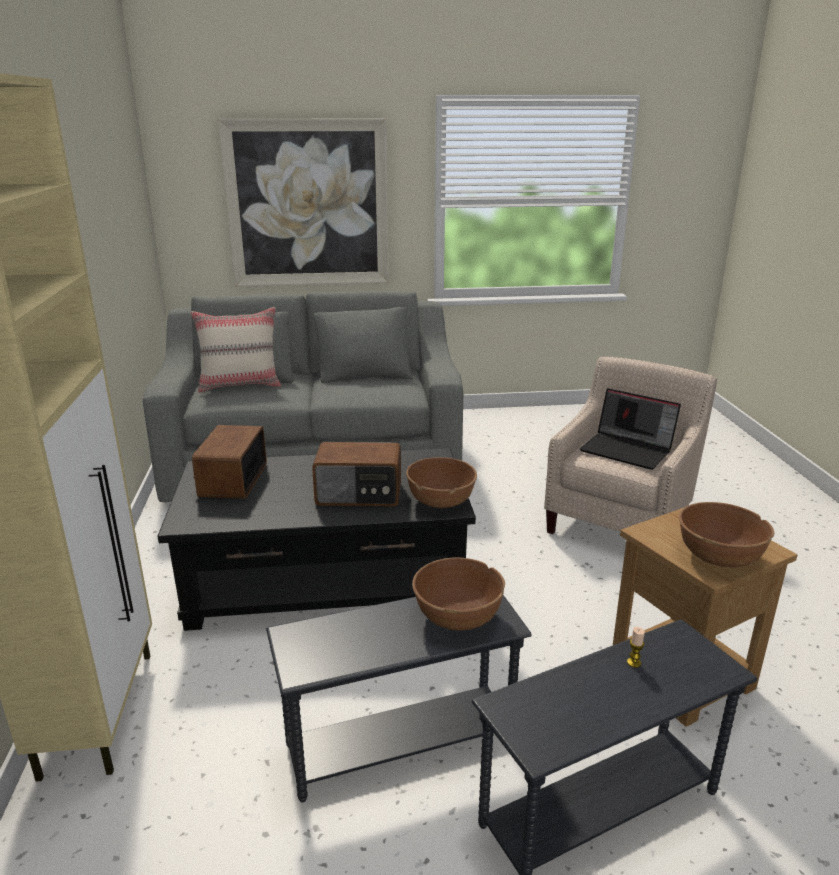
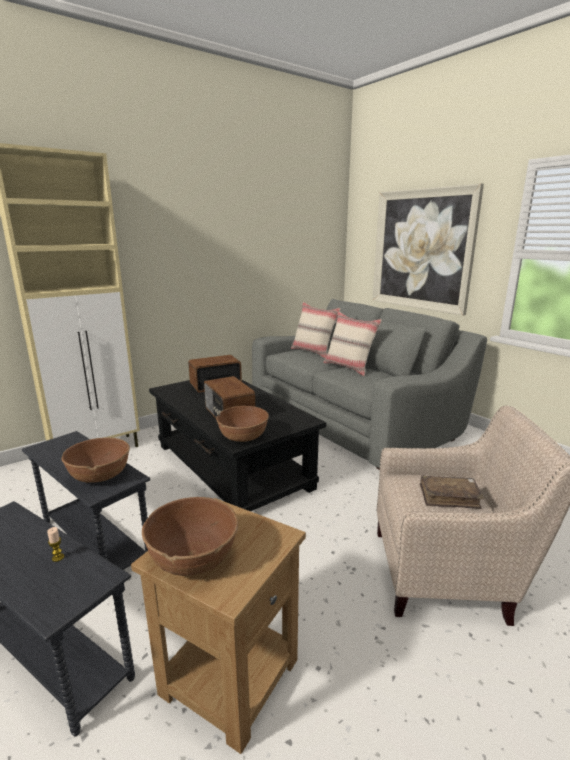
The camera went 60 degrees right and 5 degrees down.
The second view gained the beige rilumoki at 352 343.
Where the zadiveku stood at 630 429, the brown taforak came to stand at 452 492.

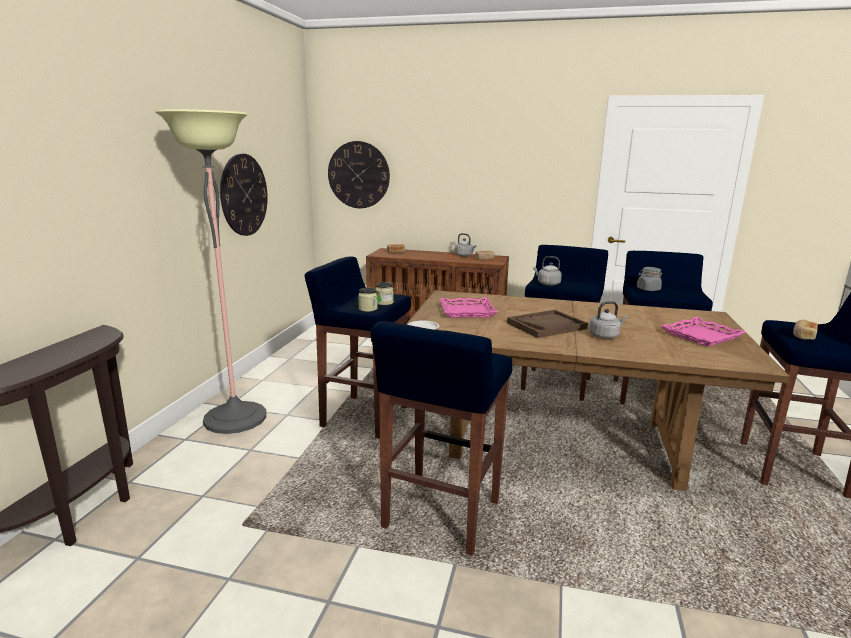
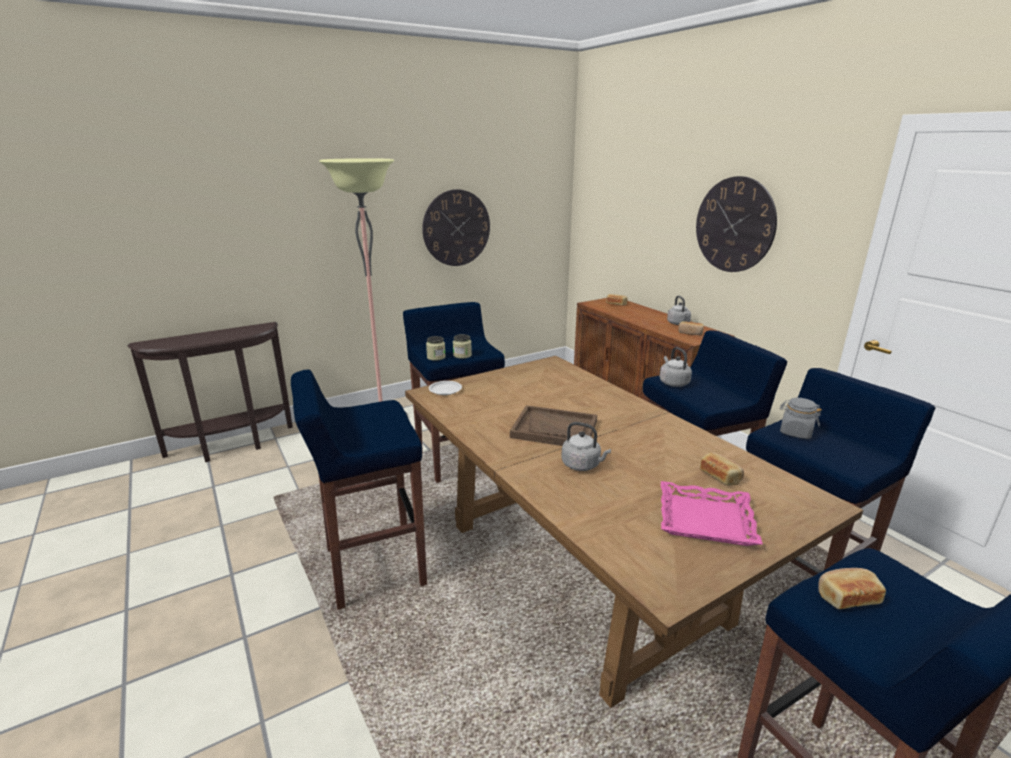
The camera went 45 degrees right and 5 degrees up.
The second view lost the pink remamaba at 468 308.
The second view gained the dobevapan at 722 469.
The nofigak ended up elsewhere, having gone from 359 174 to 736 224.

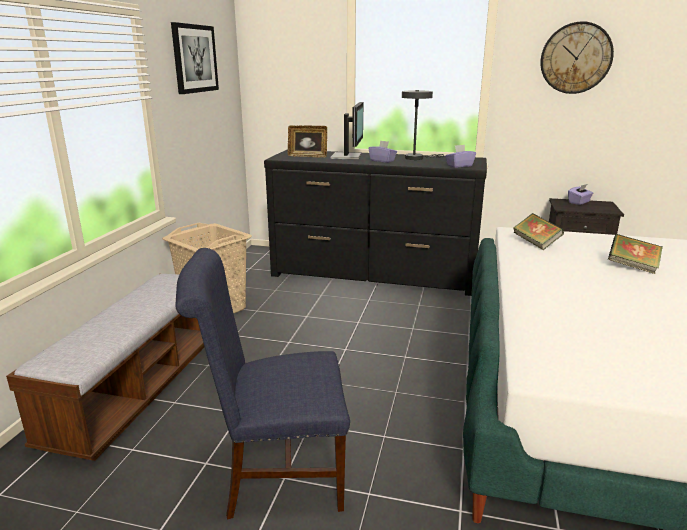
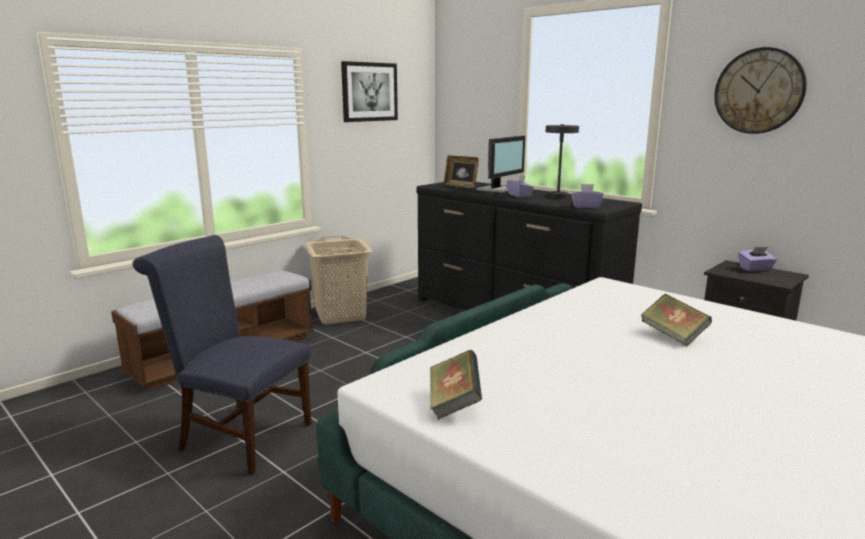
The camera went 30 degrees right and 5 degrees down.
The taforak ended up elsewhere, having gone from 538 231 to 456 384.

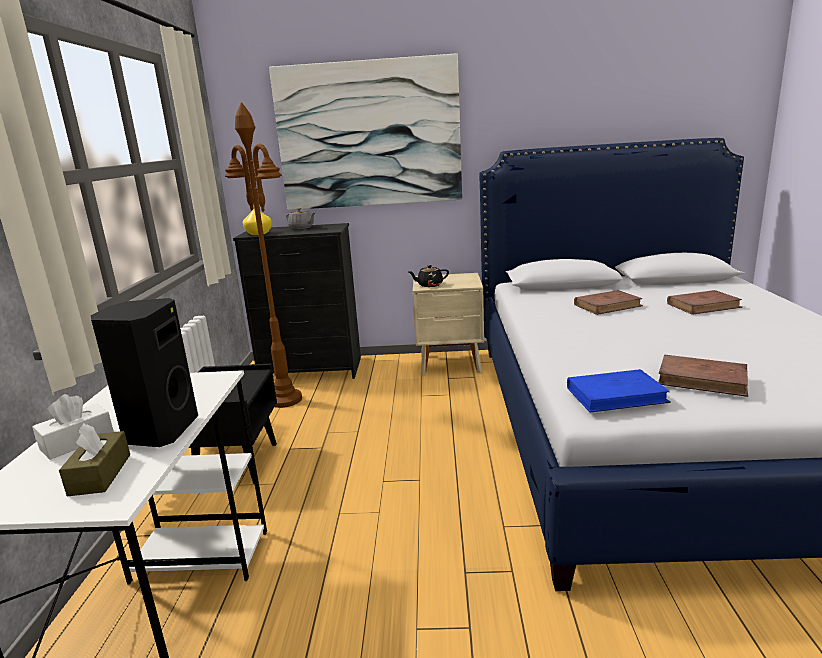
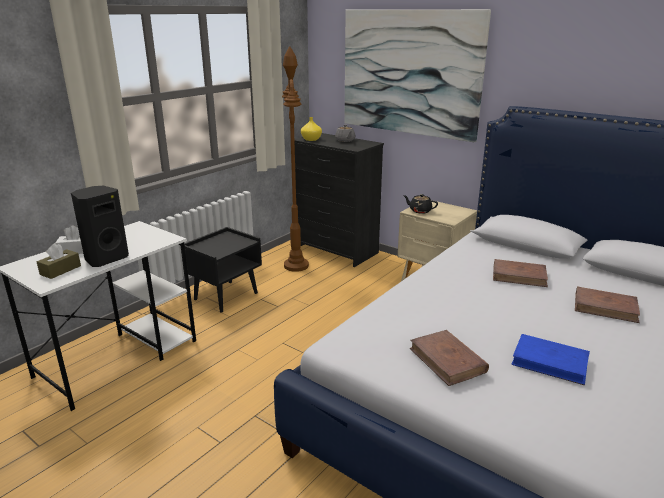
The camera went 35 degrees right and 5 degrees up.
The blue taforak ended up elsewhere, having gone from 619 391 to 550 359.

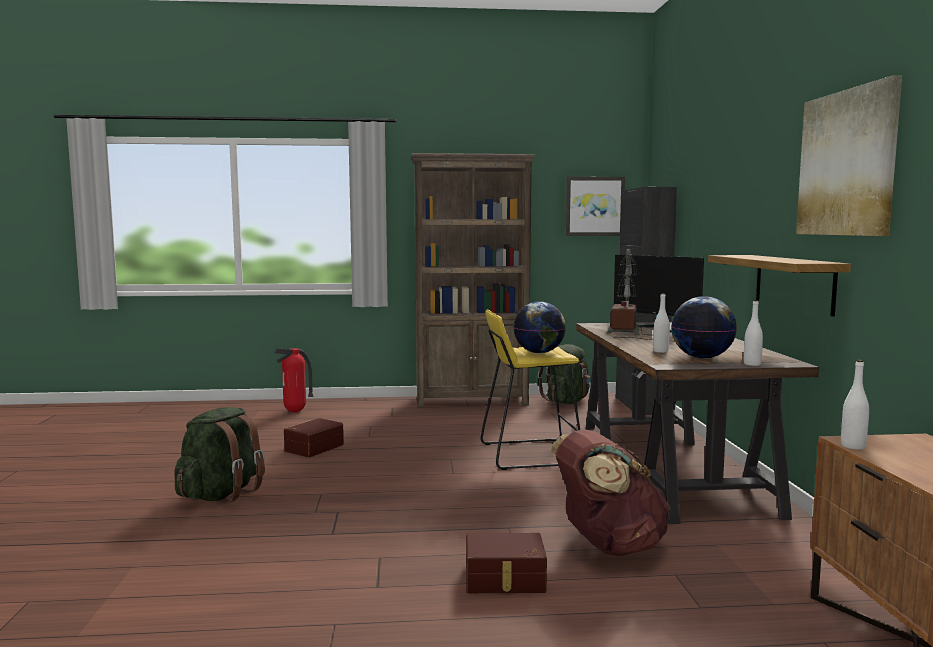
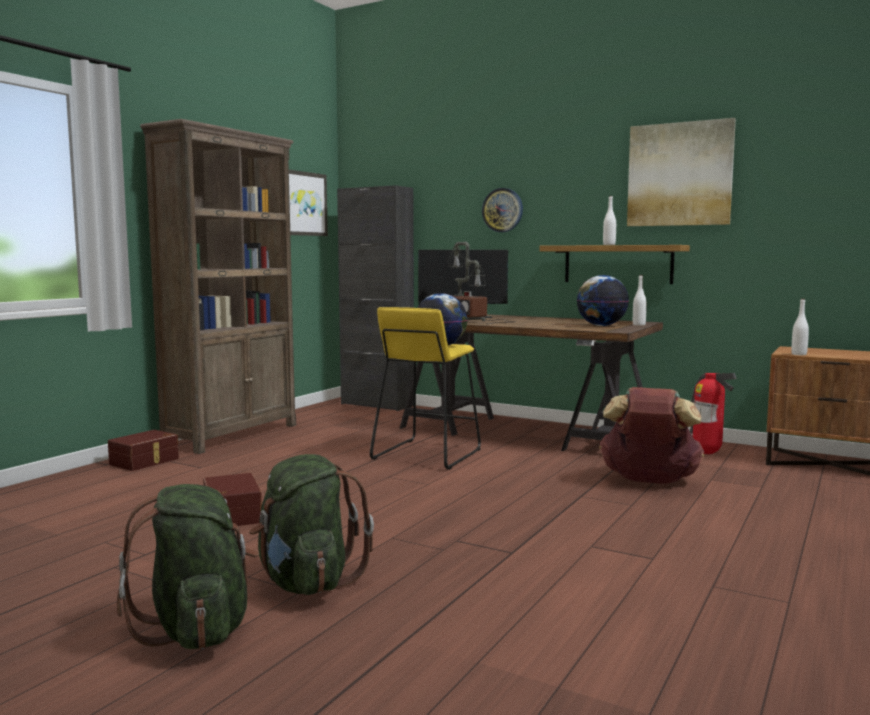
The camera went 55 degrees left and 0 degrees up.
The second view gained the nofigak at 502 210.
The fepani ended up elsewhere, having gone from 294 380 to 713 413.
The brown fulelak ended up elsewhere, having gone from 506 563 to 143 450.
The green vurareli ended up elsewhere, having gone from 563 374 to 188 566.
The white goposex ended up elsewhere, having gone from 661 323 to 609 220.

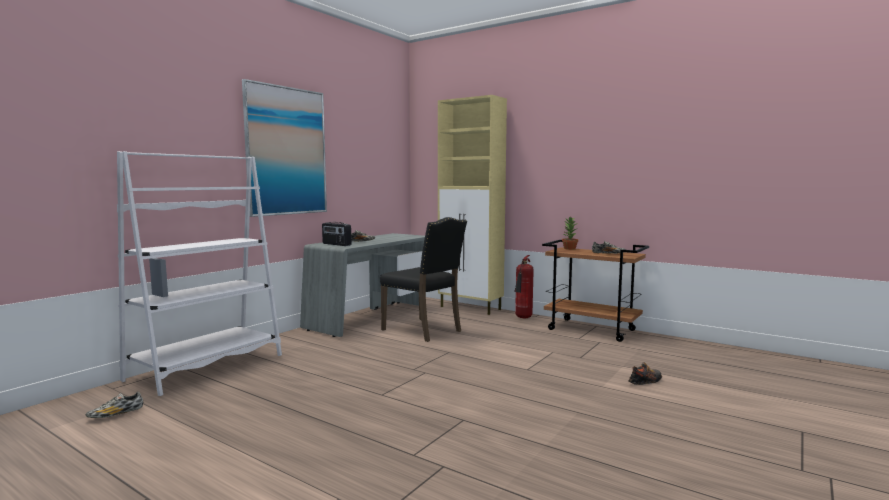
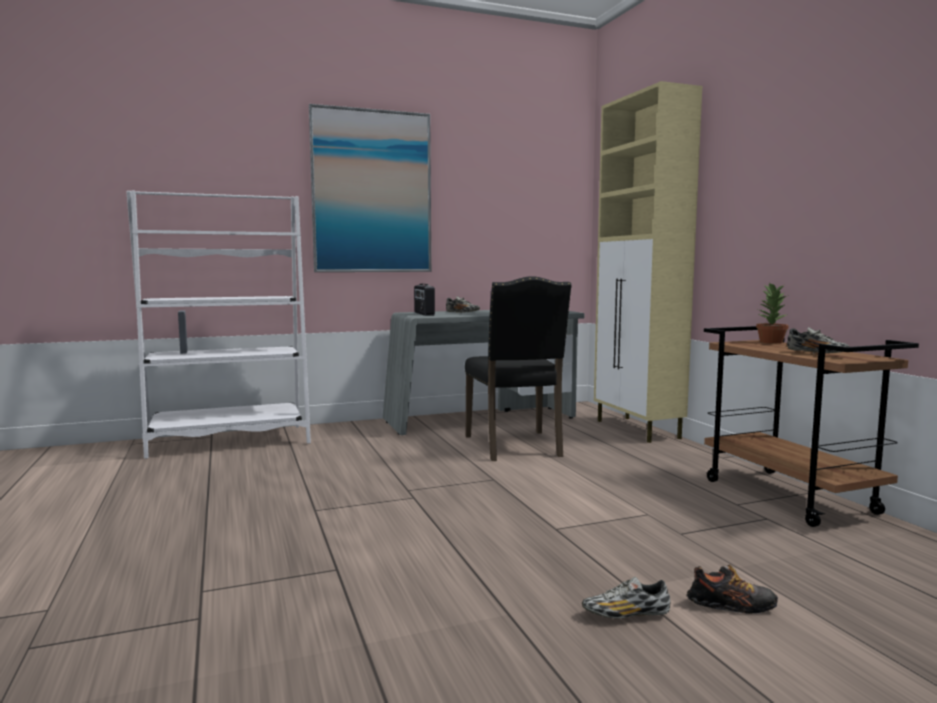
The camera went 35 degrees right and 0 degrees up.
The second view lost the fepani at 524 286.
The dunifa ended up elsewhere, having gone from 114 405 to 626 598.

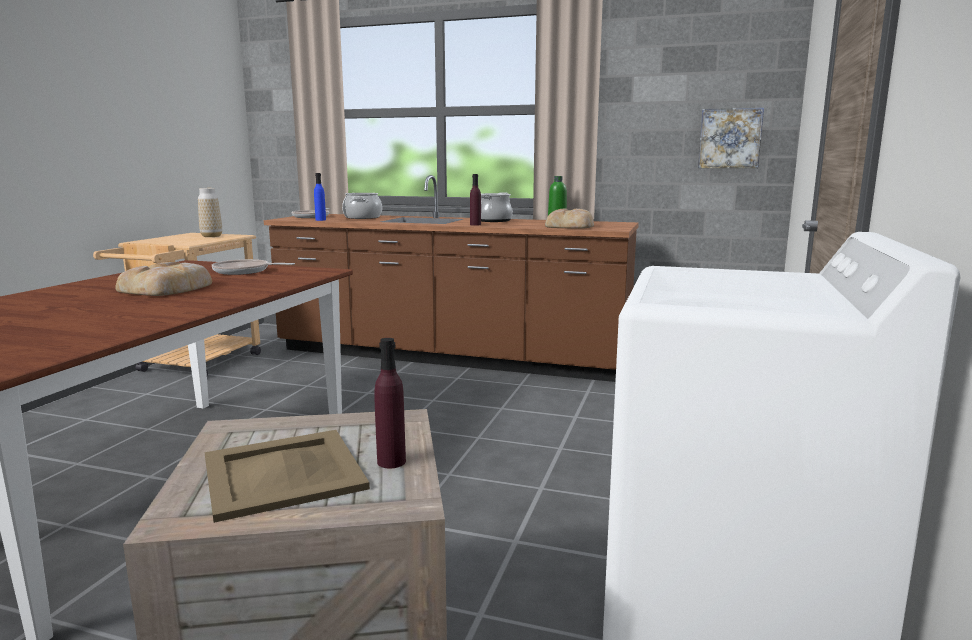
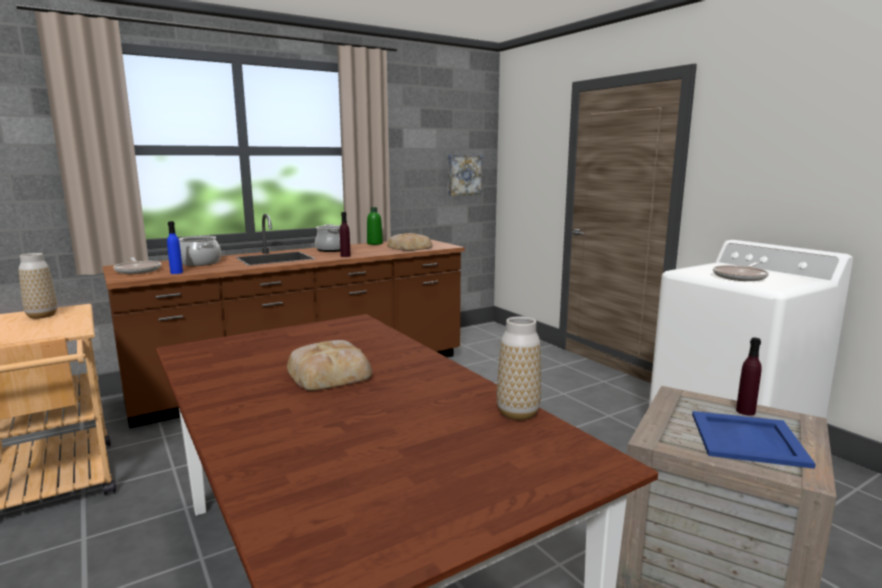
The camera went 50 degrees left and 0 degrees up.
The second view gained the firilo at 519 368.
The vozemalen ended up elsewhere, having gone from 253 267 to 741 271.
What was the beige remamaba at 287 476 turned into the blue remamaba at 754 440.

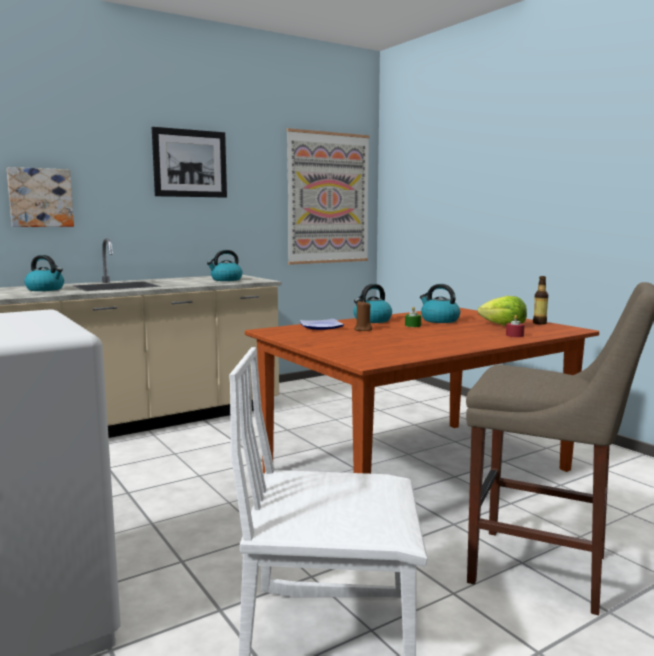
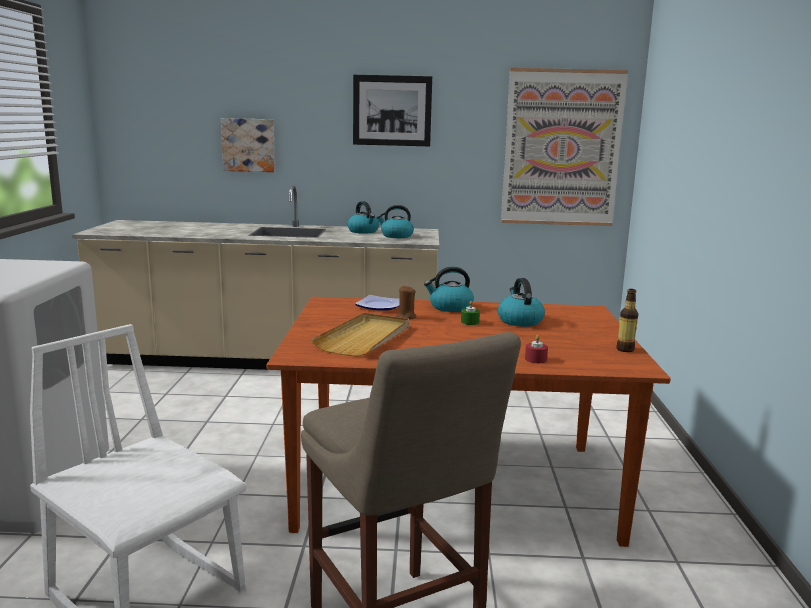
The camera went 35 degrees right and 5 degrees up.
The second view lost the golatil at 502 311.
The second view gained the beige remamaba at 360 334.
The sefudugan ended up elsewhere, having gone from 44 273 to 363 217.

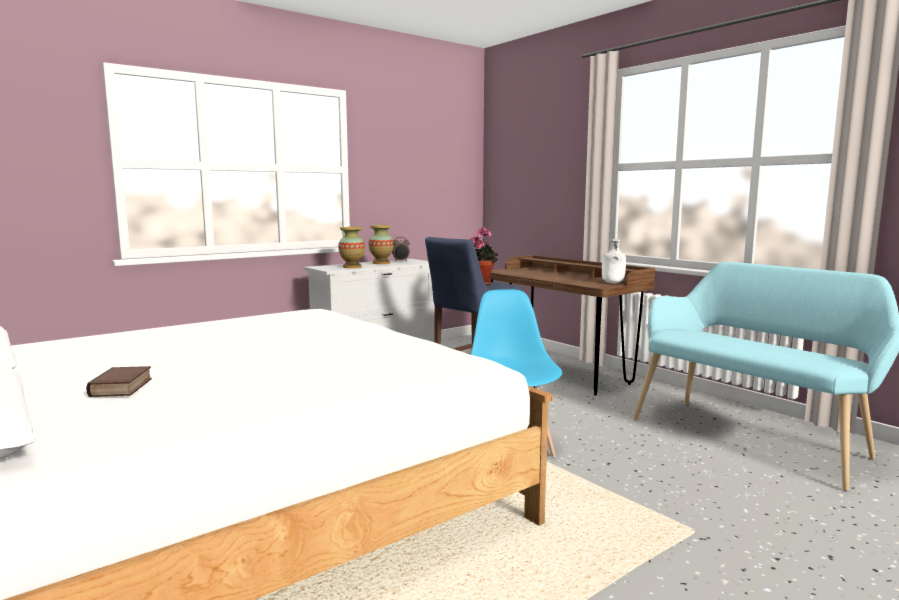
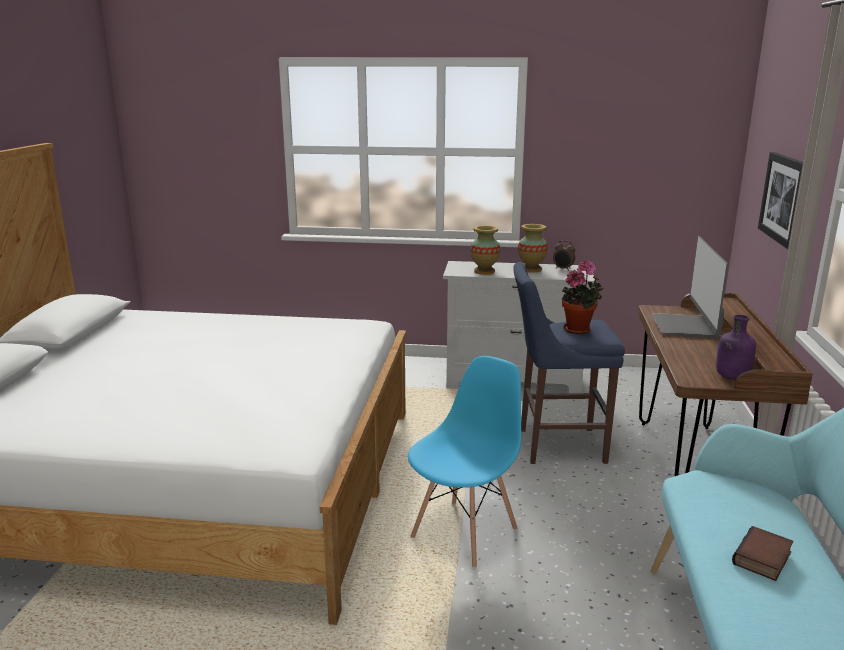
The camera went 45 degrees right and 10 degrees up.
The second view gained the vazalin at 690 287.
The second view gained the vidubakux at 780 200.
The taforak ended up elsewhere, having gone from 119 381 to 762 553.
What was the white goposex at 614 261 turned into the purple goposex at 736 347.

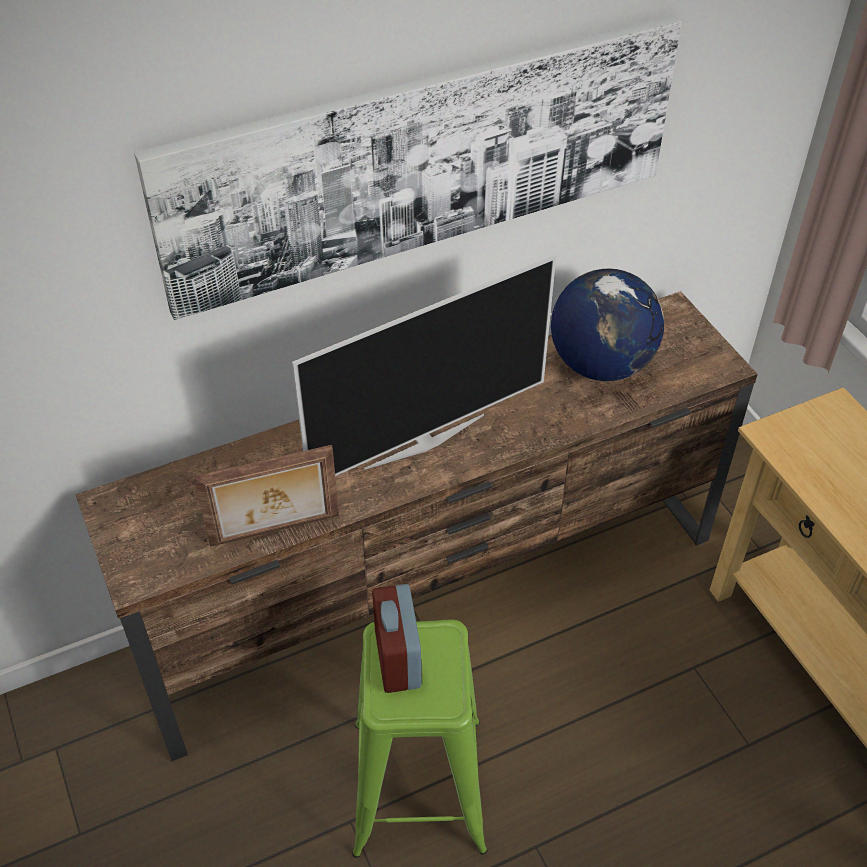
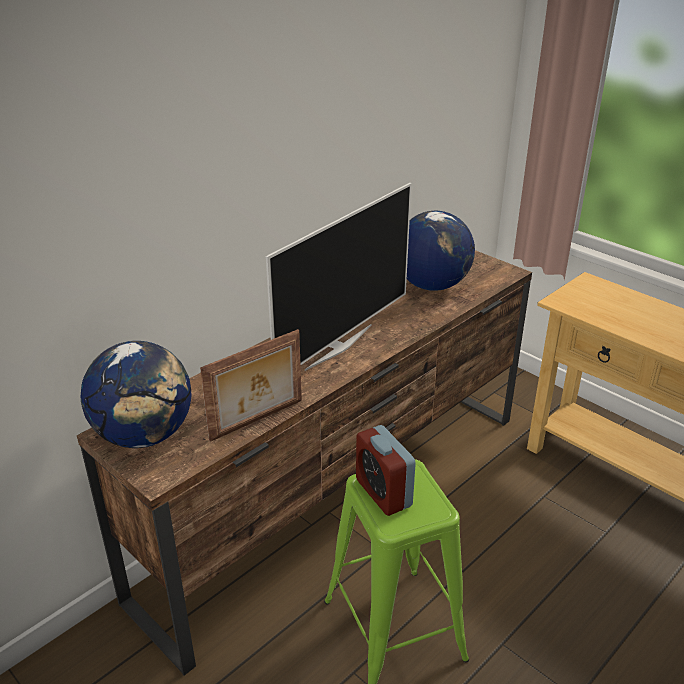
The camera went 20 degrees left and 15 degrees down.
The second view lost the vidubakux at 408 167.
The second view gained the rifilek at 136 394.

